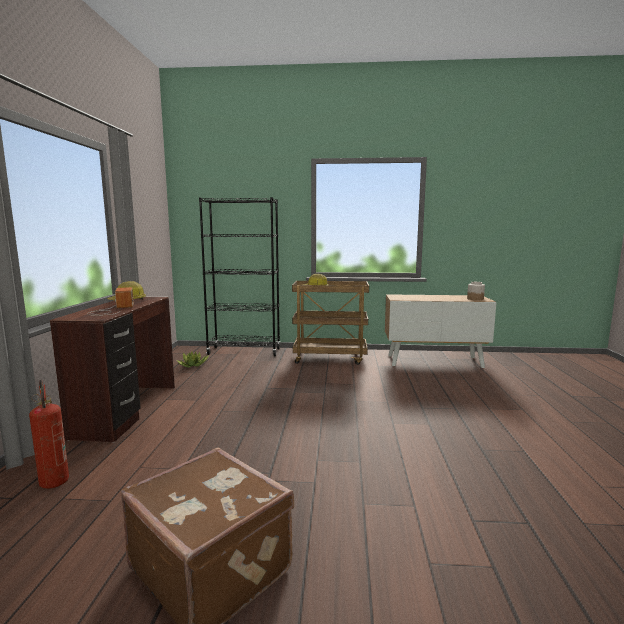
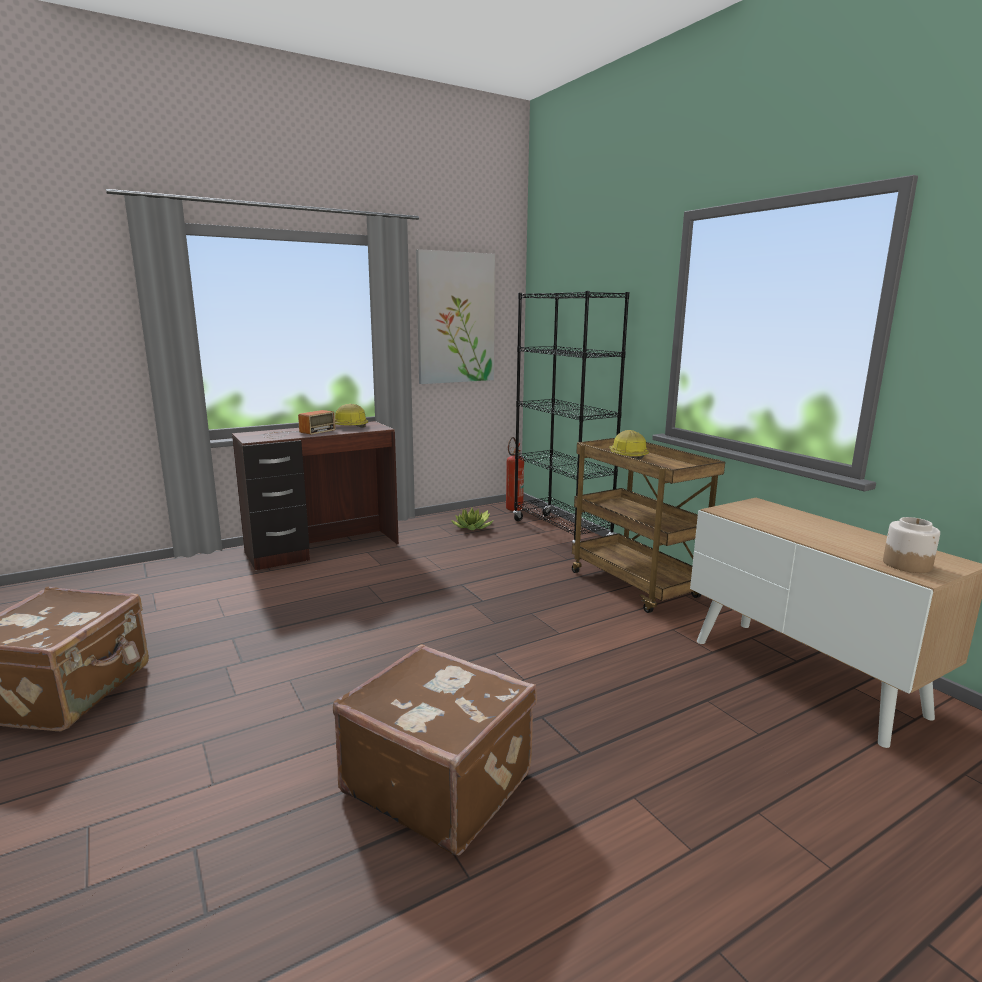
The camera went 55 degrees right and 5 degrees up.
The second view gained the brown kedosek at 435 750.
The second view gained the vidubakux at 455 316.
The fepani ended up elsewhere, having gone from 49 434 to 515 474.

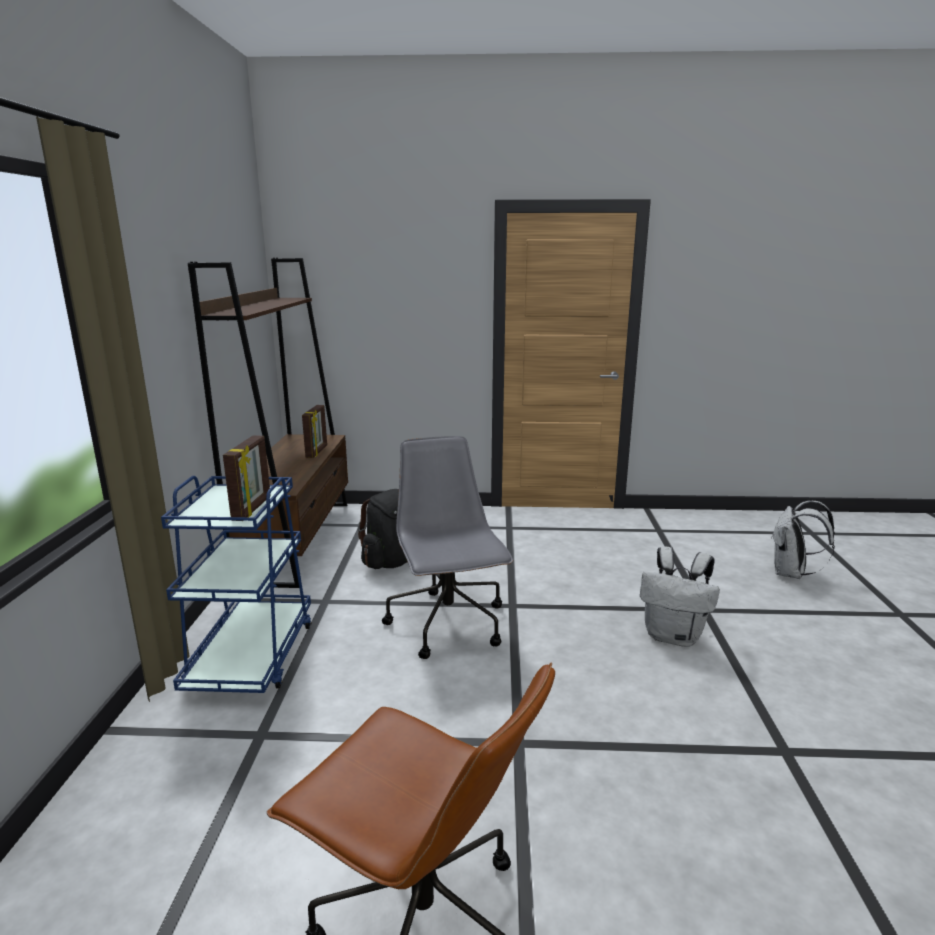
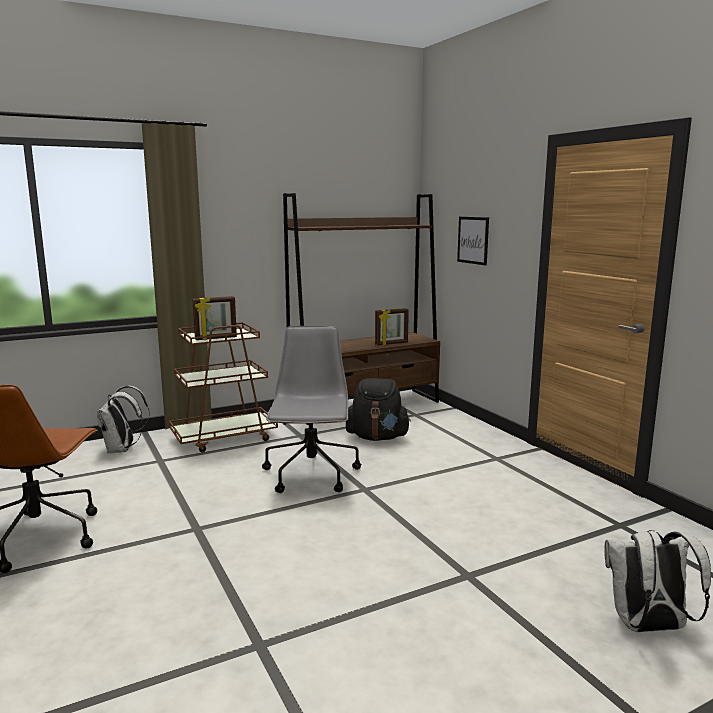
The camera went 60 degrees right and 5 degrees down.
The second view gained the vidubakux at 473 241.
The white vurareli ended up elsewhere, having gone from 680 597 to 123 419.
What was the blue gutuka at 236 584 turned into the brown gutuka at 223 387.
The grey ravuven at 447 547 ended up facing another way, 45 degrees counterclockwise from before.

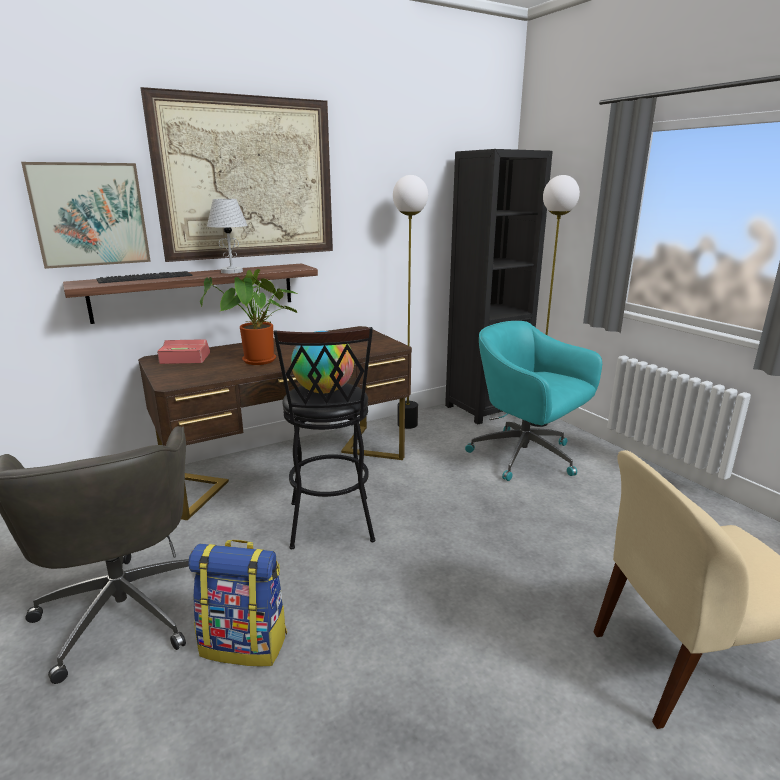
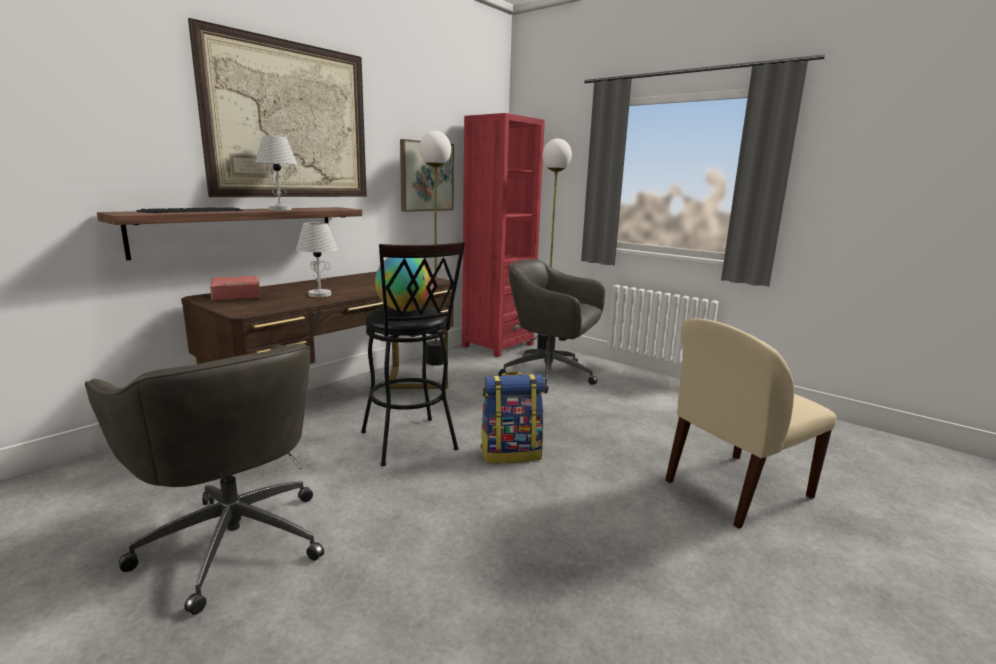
The camera went 20 degrees left and 5 degrees down.
The vidubakux ended up elsewhere, having gone from 86 215 to 427 175.
The vurareli ended up elsewhere, having gone from 237 603 to 513 417.
Where the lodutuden stood at 248 317, the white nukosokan came to stand at 317 260.
What was the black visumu at 499 286 turned into the red visumu at 503 235.
What was the turquoise ravuven at 533 401 turned into the grey ravuven at 551 326.

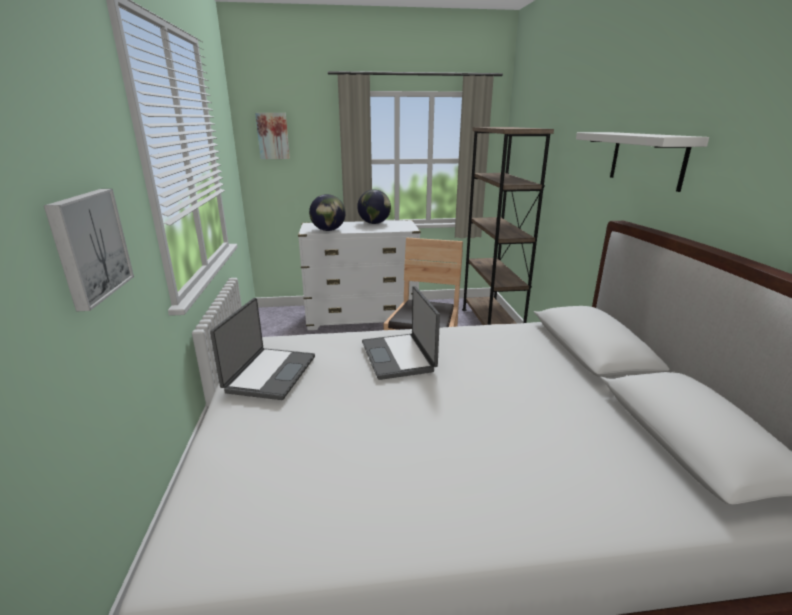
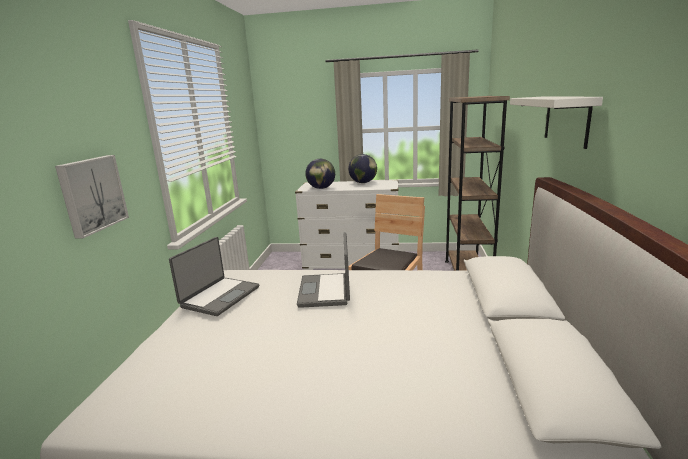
The camera went 15 degrees right and 5 degrees down.
The second view lost the vidubakux at 272 136.

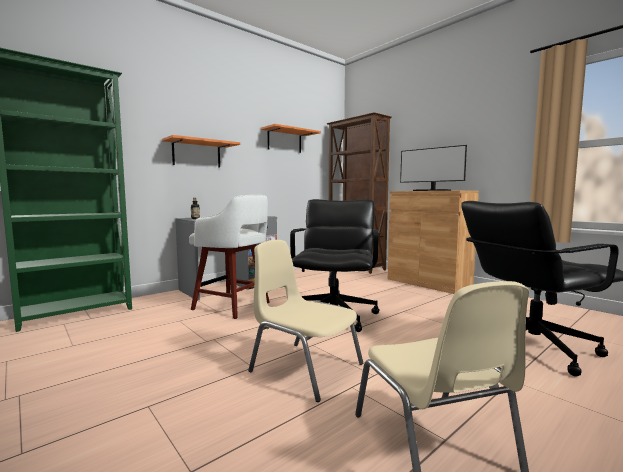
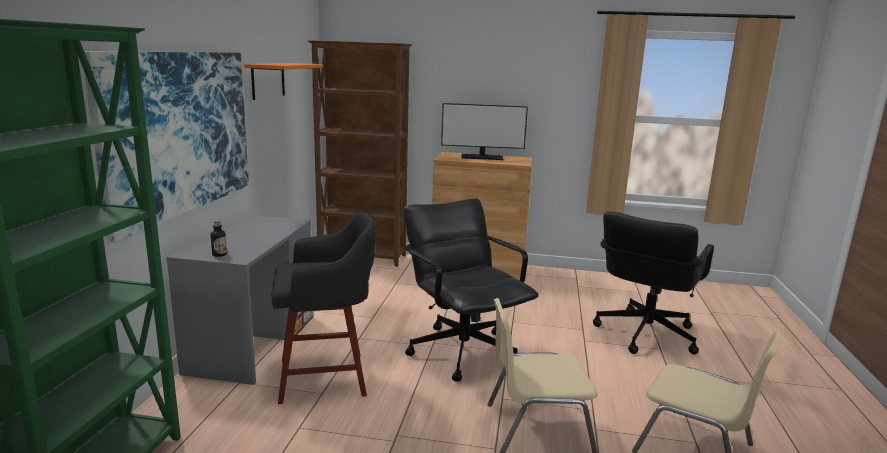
The camera went 40 degrees left and 10 degrees up.
Where the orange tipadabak hung at 201 151, the vidubakux came to hang at 166 147.
What was the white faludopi at 229 257 turned into the black faludopi at 324 308.

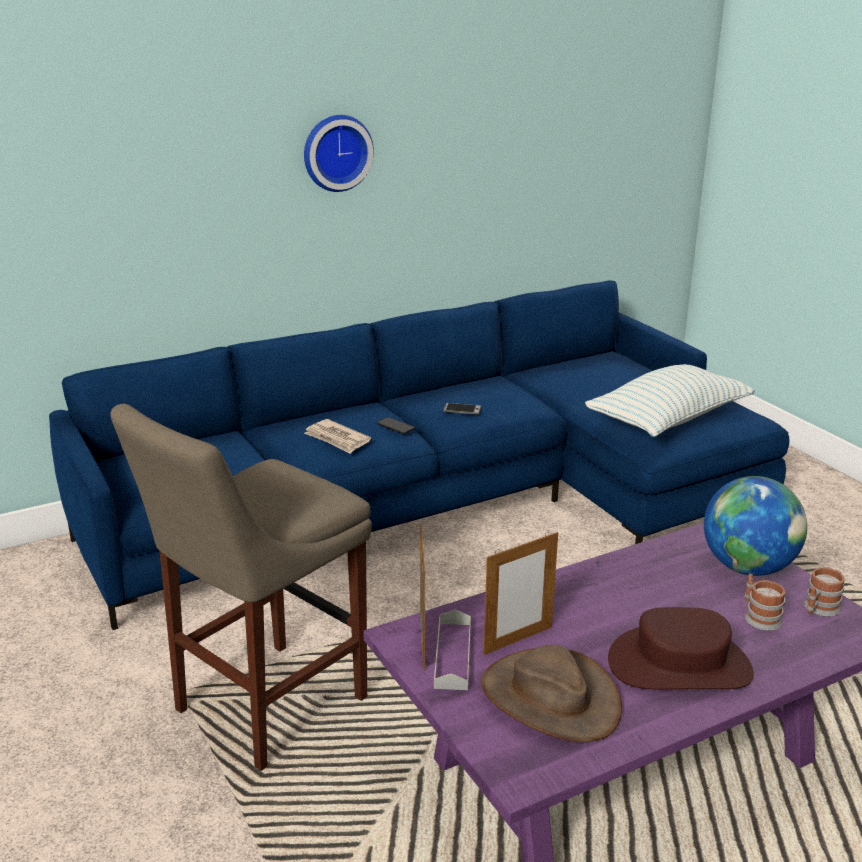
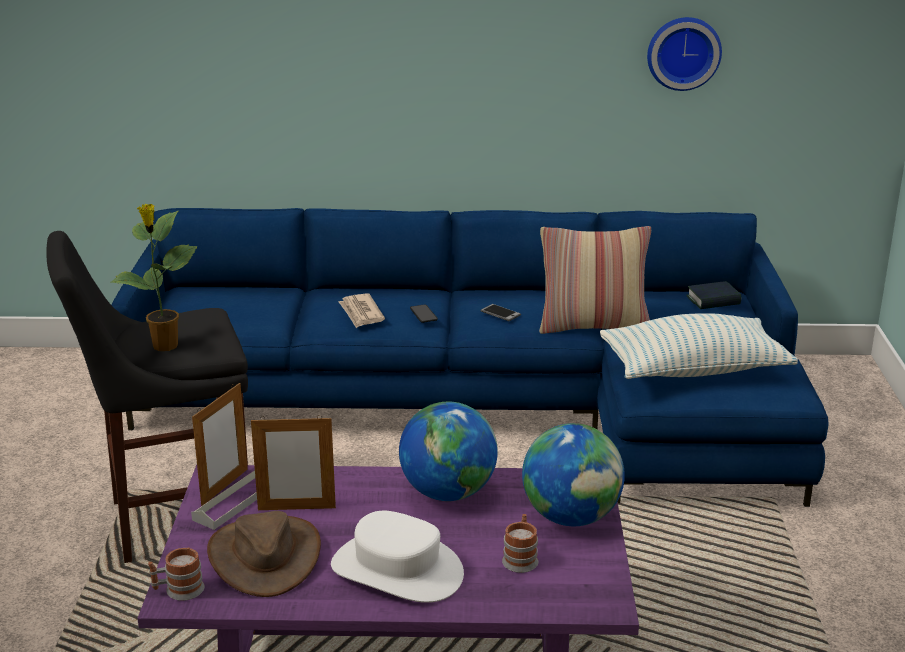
The camera went 30 degrees right and 0 degrees up.
The second view gained the lodutuden at 154 277.
The second view gained the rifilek at 448 451.
The second view gained the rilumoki at 595 280.
The second view gained the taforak at 713 295.
The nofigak ended up elsewhere, having gone from 339 153 to 684 54.
The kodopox ended up elsewhere, having gone from 824 592 to 176 574.
What was the beige faludopi at 241 587 turned into the black faludopi at 147 397.
What was the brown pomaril at 681 648 turned into the white pomaril at 397 557.

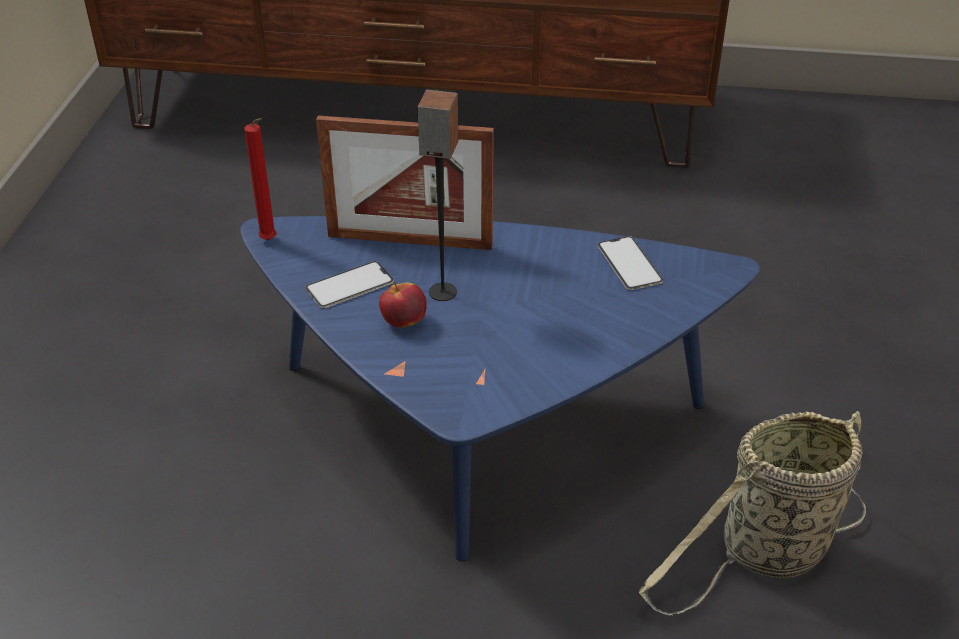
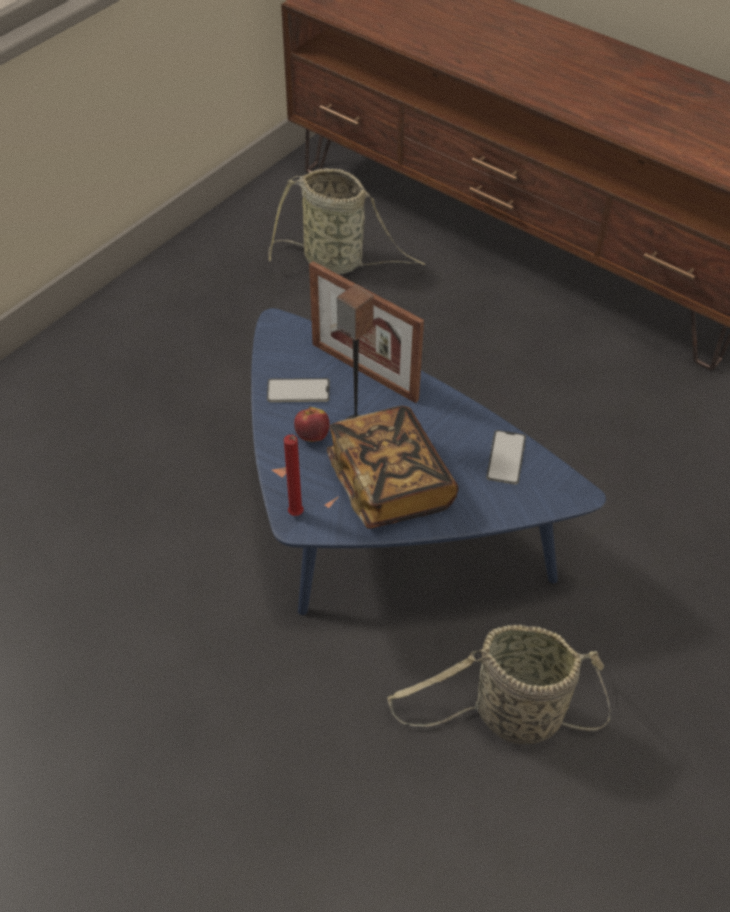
The camera went 30 degrees right and 10 degrees up.
The second view gained the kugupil at 346 221.
The second view gained the taforak at 393 467.
The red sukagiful ended up elsewhere, having gone from 260 179 to 294 475.

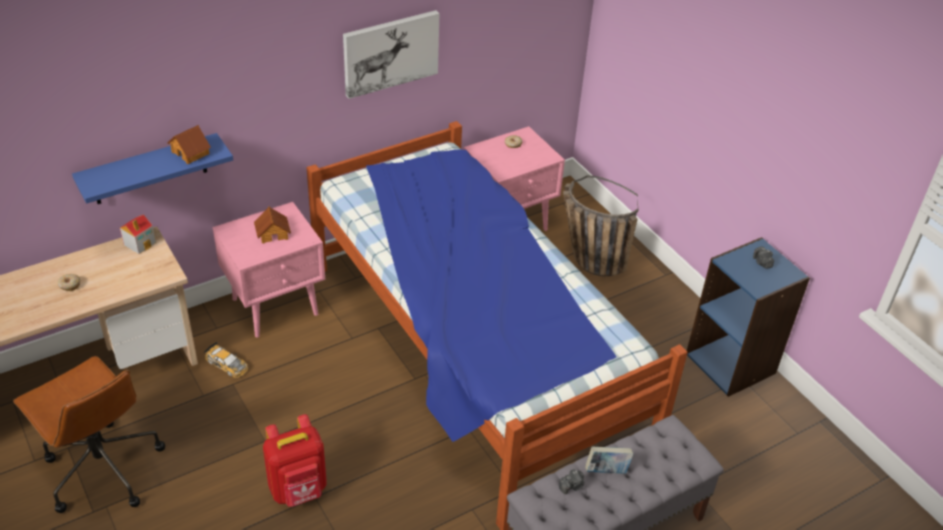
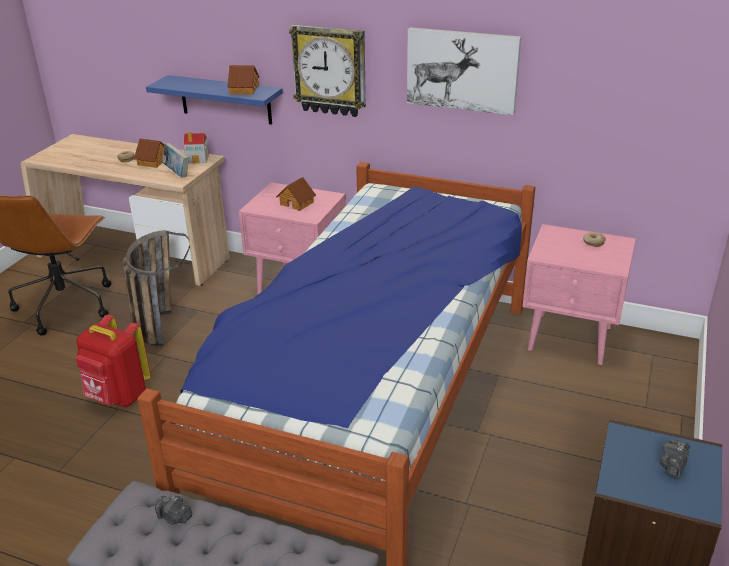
The camera went 55 degrees right and 10 degrees down.
The second view lost the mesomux at 226 360.
The second view gained the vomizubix at 149 153.
The second view gained the nofigak at 327 71.
The kugupil ended up elsewhere, having gone from 600 226 to 156 288.
The taforak ended up elsewhere, having gone from 609 459 to 175 160.

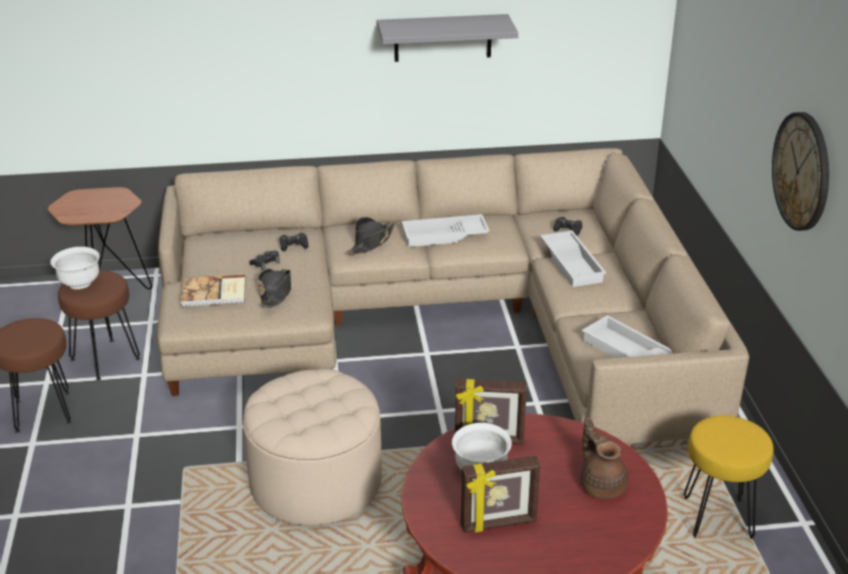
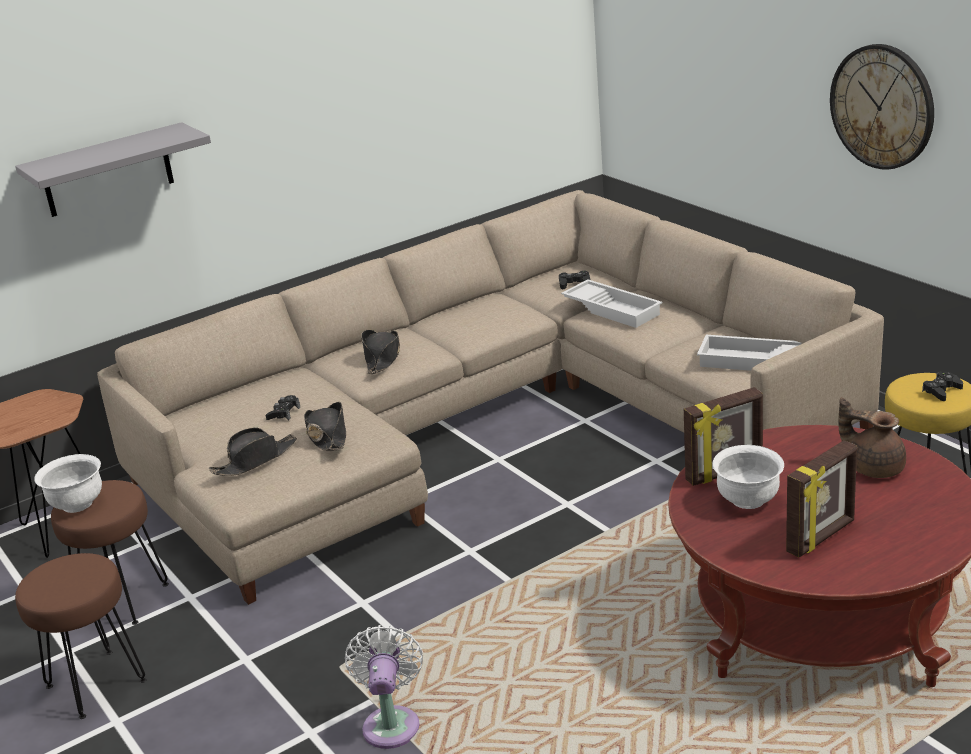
The camera went 25 degrees left and 5 degrees down.
The second view lost the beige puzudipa at 312 447.
The second view lost the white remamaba at 446 230.
The second view gained the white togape at 384 687.
The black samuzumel ended up elsewhere, having gone from 293 242 to 942 386.
The grey tipadabak ended up elsewhere, having gone from 447 38 to 113 169.
Where the taforak stood at 213 291, the black pomaril came to stand at 253 451.

